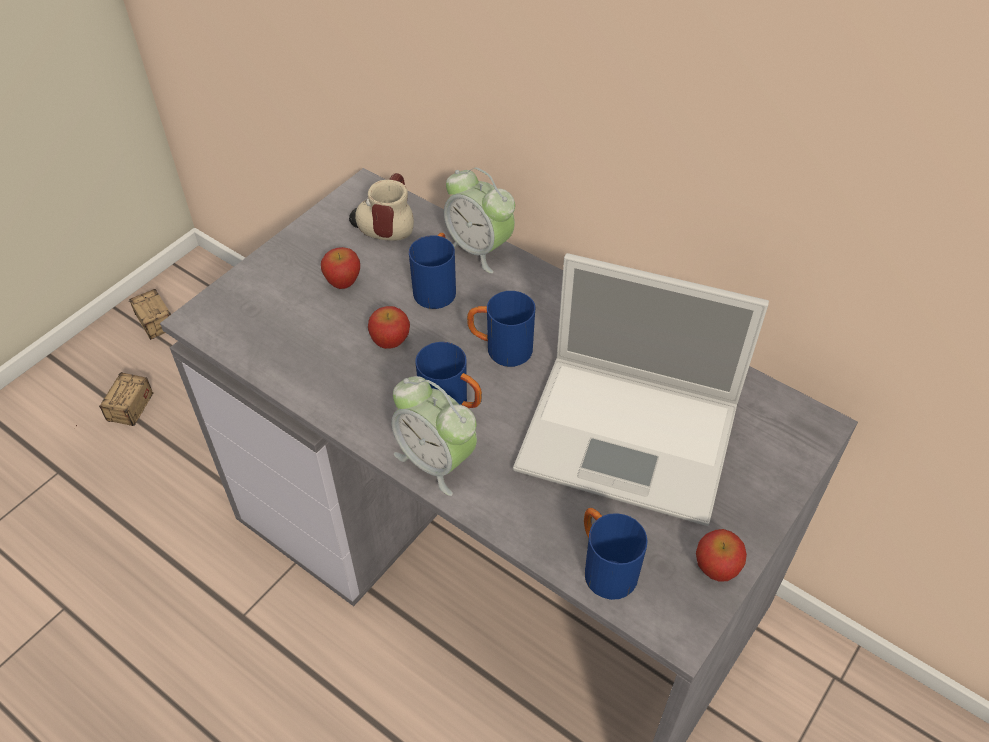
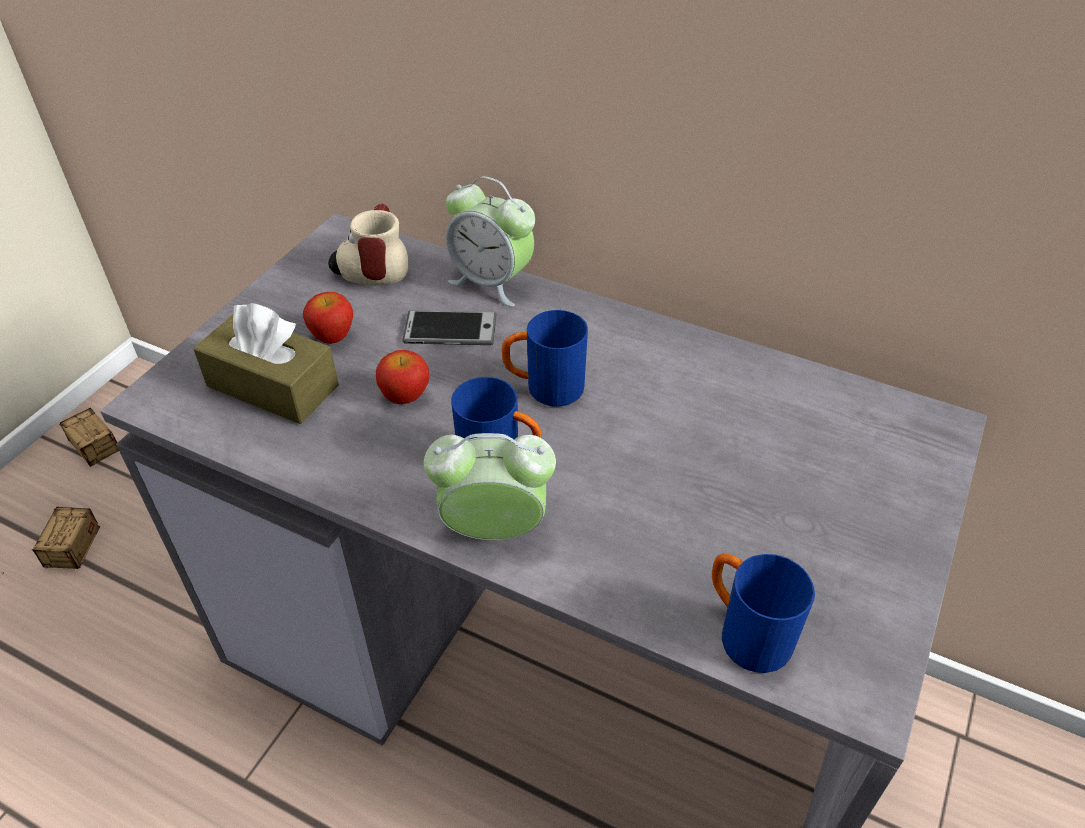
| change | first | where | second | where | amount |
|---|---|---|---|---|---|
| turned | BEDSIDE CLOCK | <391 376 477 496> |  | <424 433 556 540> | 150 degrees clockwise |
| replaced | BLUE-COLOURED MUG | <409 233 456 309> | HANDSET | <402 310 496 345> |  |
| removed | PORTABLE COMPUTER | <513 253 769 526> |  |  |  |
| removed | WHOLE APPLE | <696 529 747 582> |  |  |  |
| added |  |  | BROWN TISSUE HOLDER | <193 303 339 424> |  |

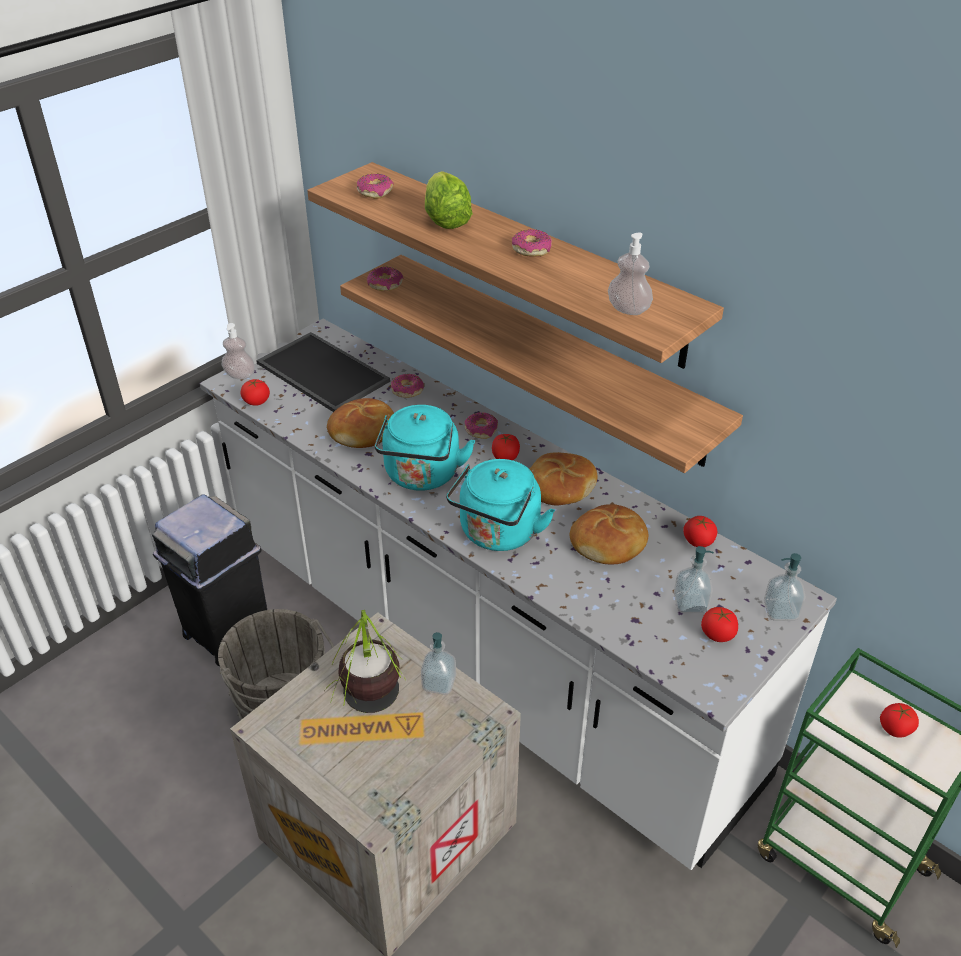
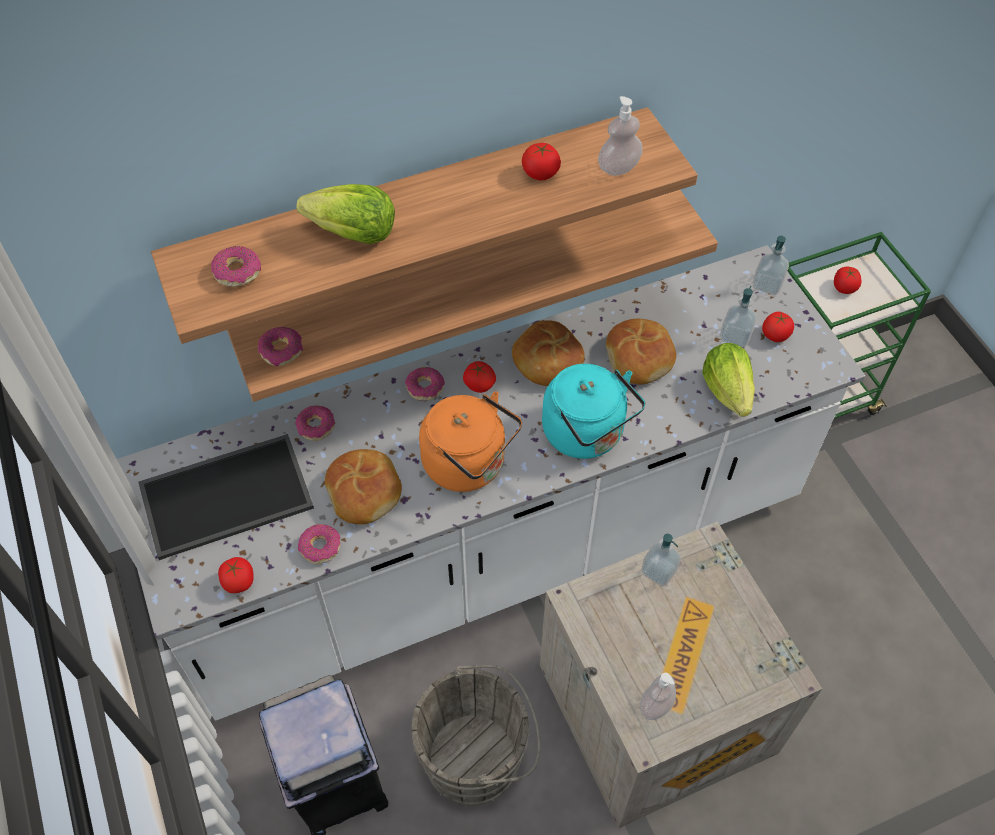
| change | first | where | second | where | amount |
|---|---|---|---|---|---|
| moved | SOAP BOTTLE | <222 323 255 379> |  | <640 673 676 720> |  |
| removed | POTTED PLANT | <324 610 407 713> |  |  |  |
| recoloured | TURQUOISE-COLOURED WATER KETTLE | <375 405 475 490> | ORANGE WATER KETTLE | <419 391 522 492> |  |
| moved | DONUT | <512 229 552 257> |  | <298 524 341 564> |  |
| moved | FRESH TOMATO | <683 516 718 547> |  | <522 143 561 180> |  |
| added |  |  | HEAD OF LETTUCE | <702 343 755 417> |  |

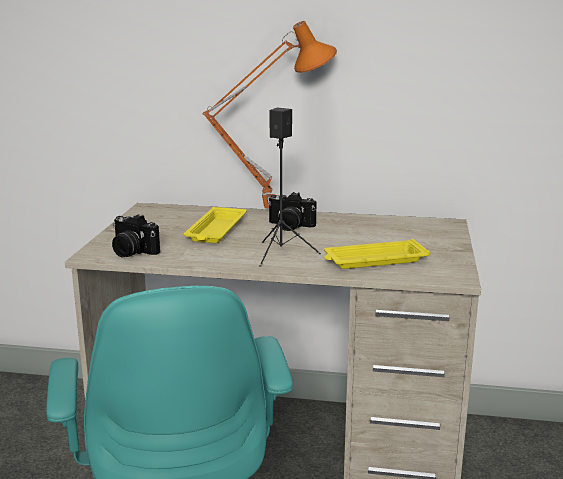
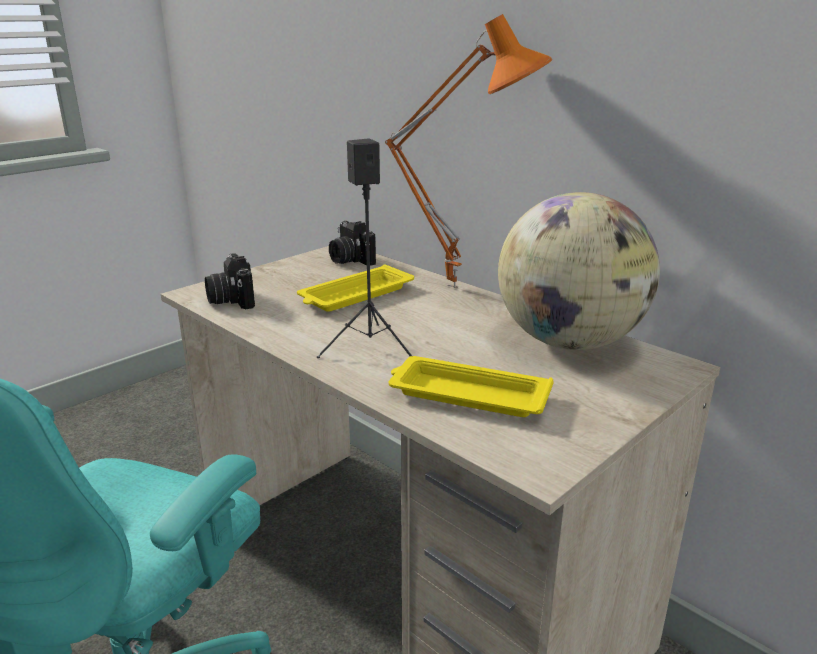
| change | first | where | second | where | amount |
|---|---|---|---|---|---|
| moved | PHOTO CAMERA | <268 192 316 231> |  | <329 221 376 266> |  |
| added |  |  | WORLD GLOBE | <498 192 660 350> |  |

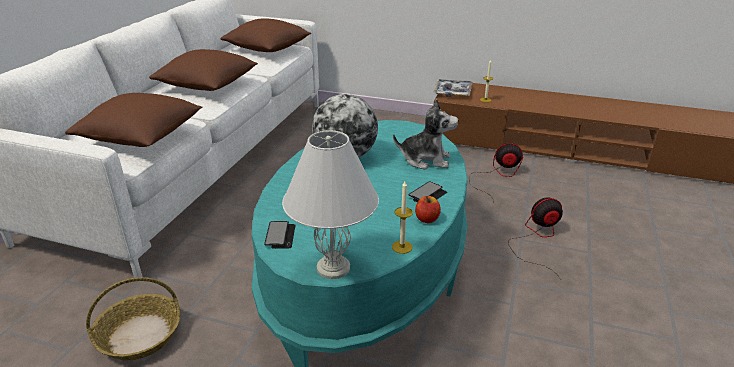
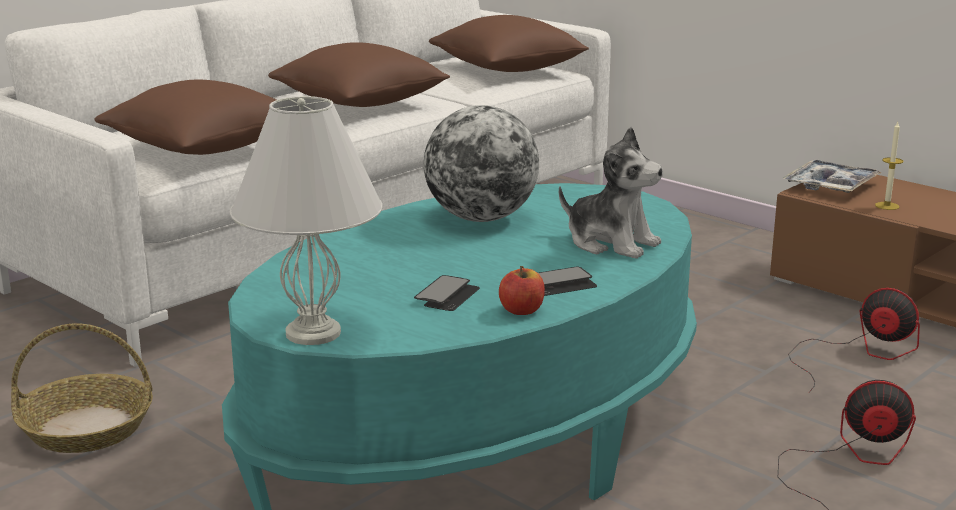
| change | first | where | second | where | amount |
|---|---|---|---|---|---|
| moved | HANDSET | <264 221 296 249> |  | <414 275 480 311> |  |
| removed | WAX CANDLE | <392 181 413 254> |  |  |  |

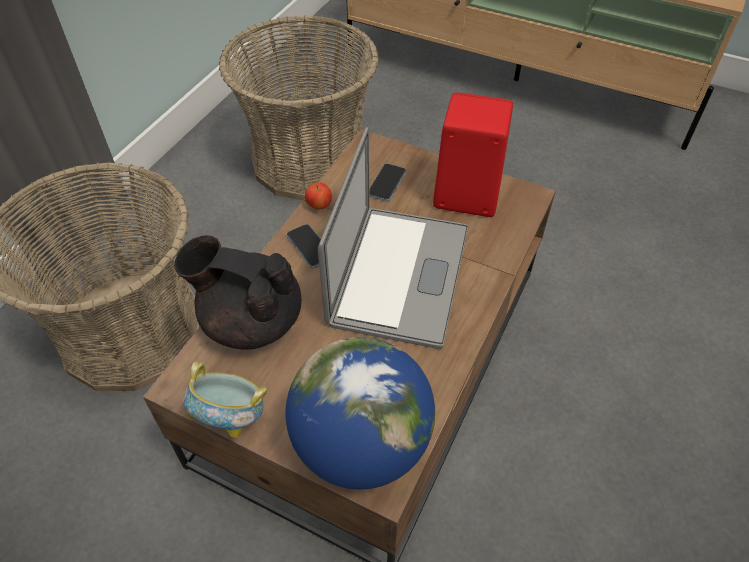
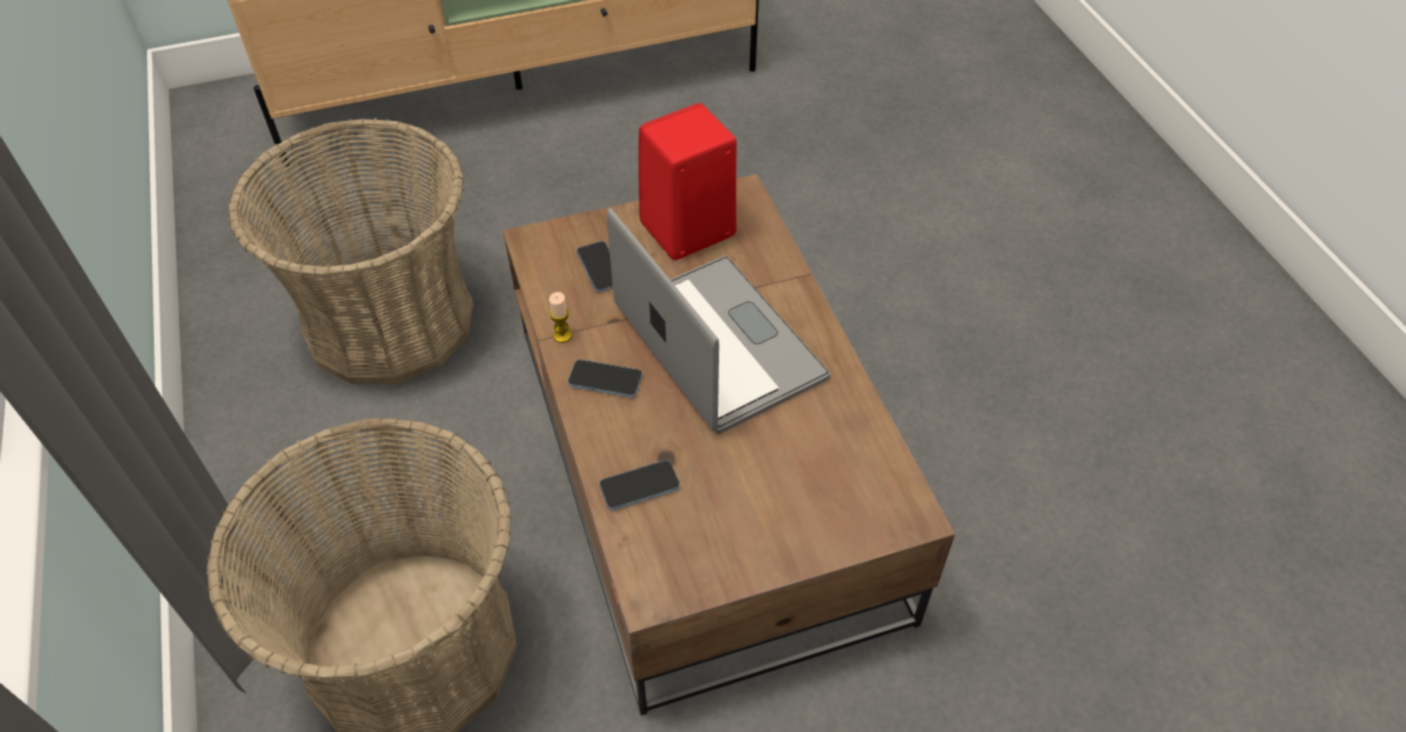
| change | first | where | second | where | amount |
|---|---|---|---|---|---|
| replaced | BLACKISH POT FOR TEA | <174 235 301 350> | HANDSET | <599 460 680 510> |  |
| removed | DEEP DISH | <183 360 267 438> |  |  |  |
| removed | WORLD GLOBE | <285 337 435 489> |  |  |  |
| replaced | WHOLE APPLE | <305 182 332 210> | WAX CANDLE | <549 292 572 343> |  |

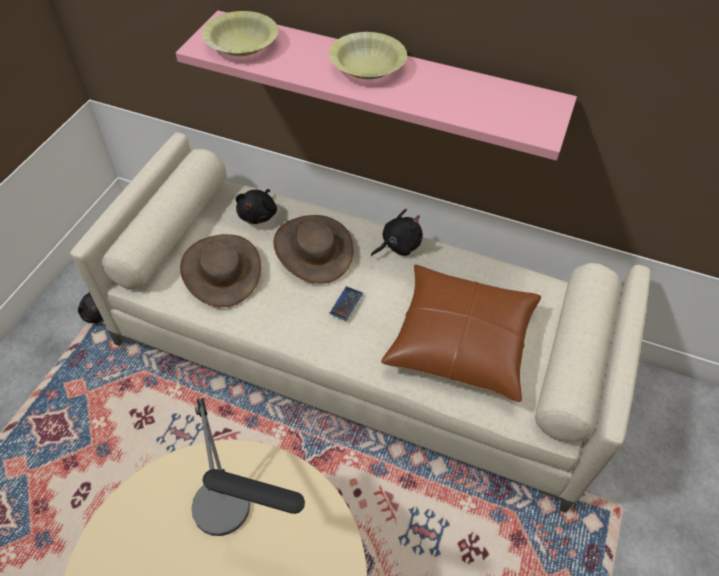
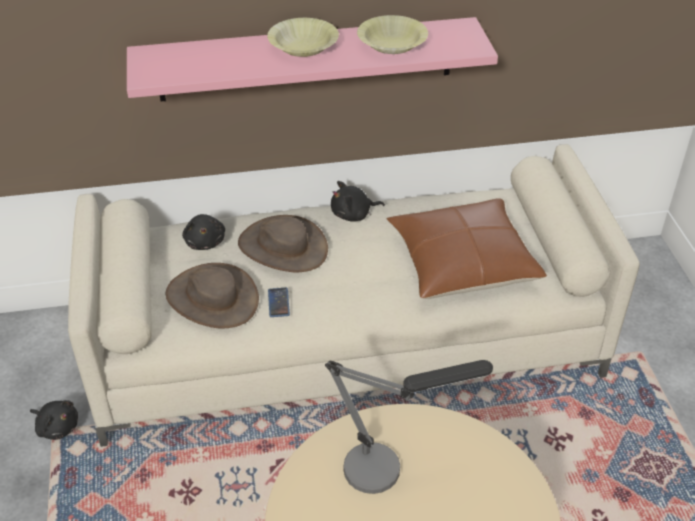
| change | first | where | second | where | amount |
|---|---|---|---|---|---|
| moved | YELLOW DEEP DISH | <202 11 278 56> |  | <357 15 428 54> |  |
| moved | HANDSET | <329 286 363 321> |  | <268 287 290 317> |  |
| turned | BLACKISH CUDDLY TOY | <371 209 423 256> |  | <331 181 385 222> | 135 degrees counterclockwise |

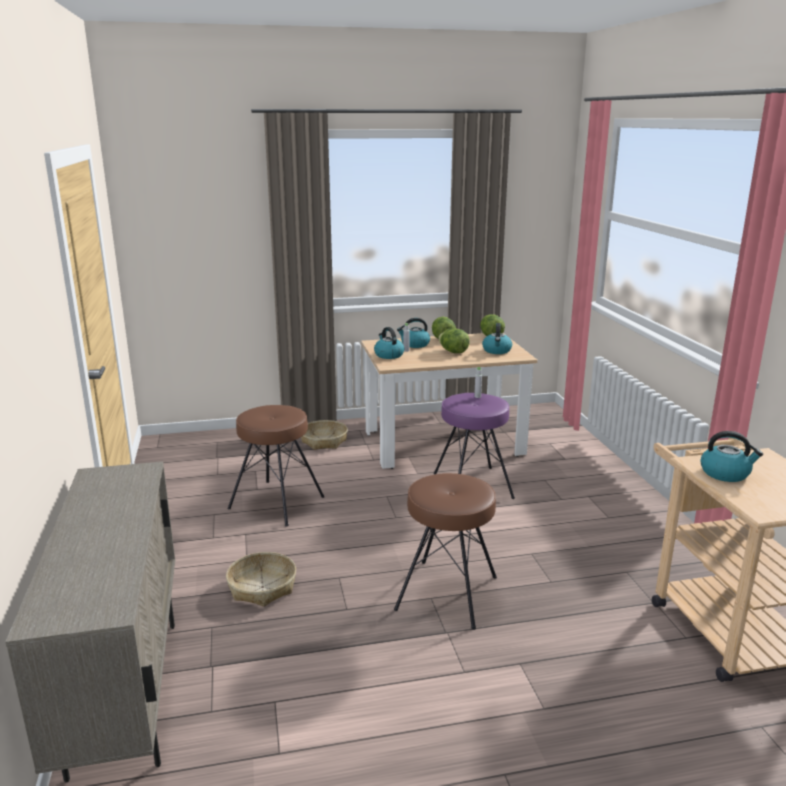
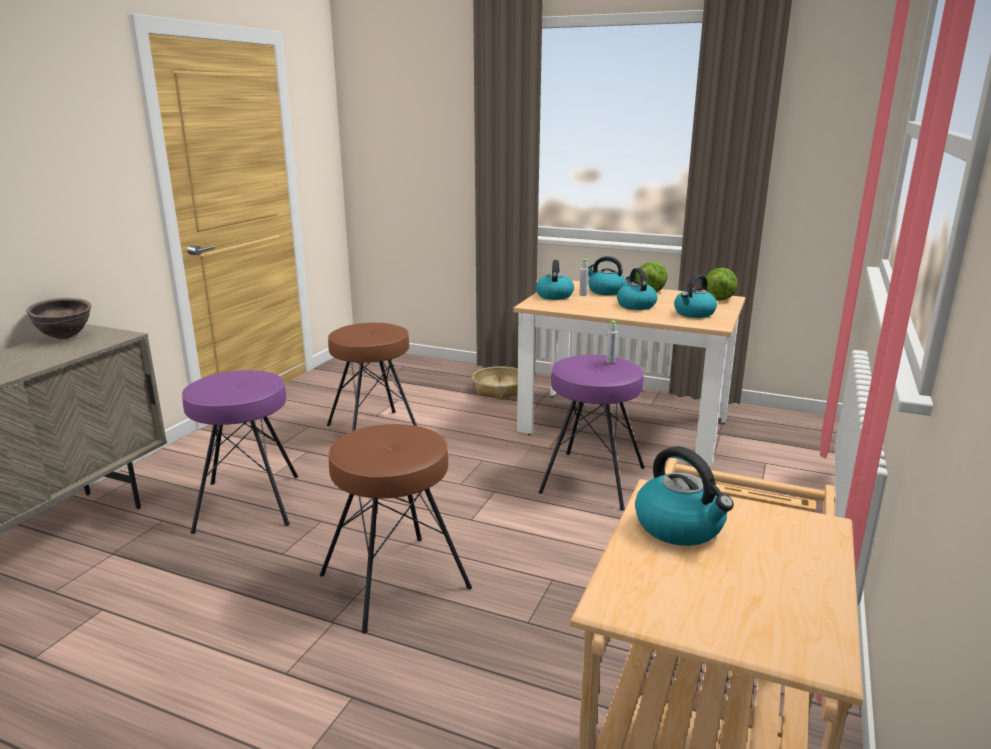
| change | first | where | second | where | amount |
|---|---|---|---|---|---|
| replaced | BASKET | <226 552 296 607> | PURPLE-COLOURED STOOL | <182 370 298 534> |  |
| replaced | HEAD OF LETTUCE | <438 328 470 353> | WATER KETTLE | <617 268 657 310> |  |
| added |  |  | BROWN DEEP DISH | <26 298 92 339> |  |

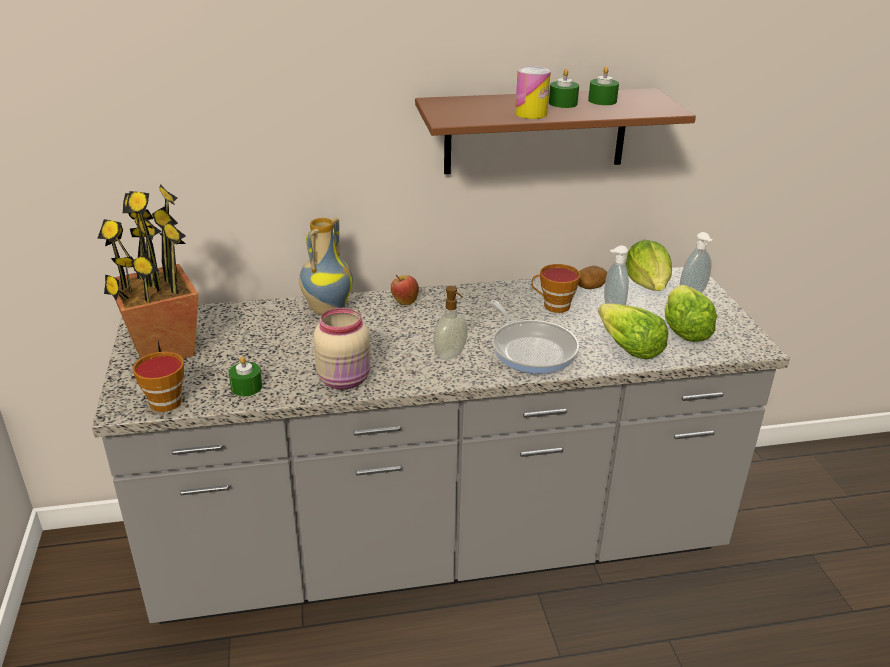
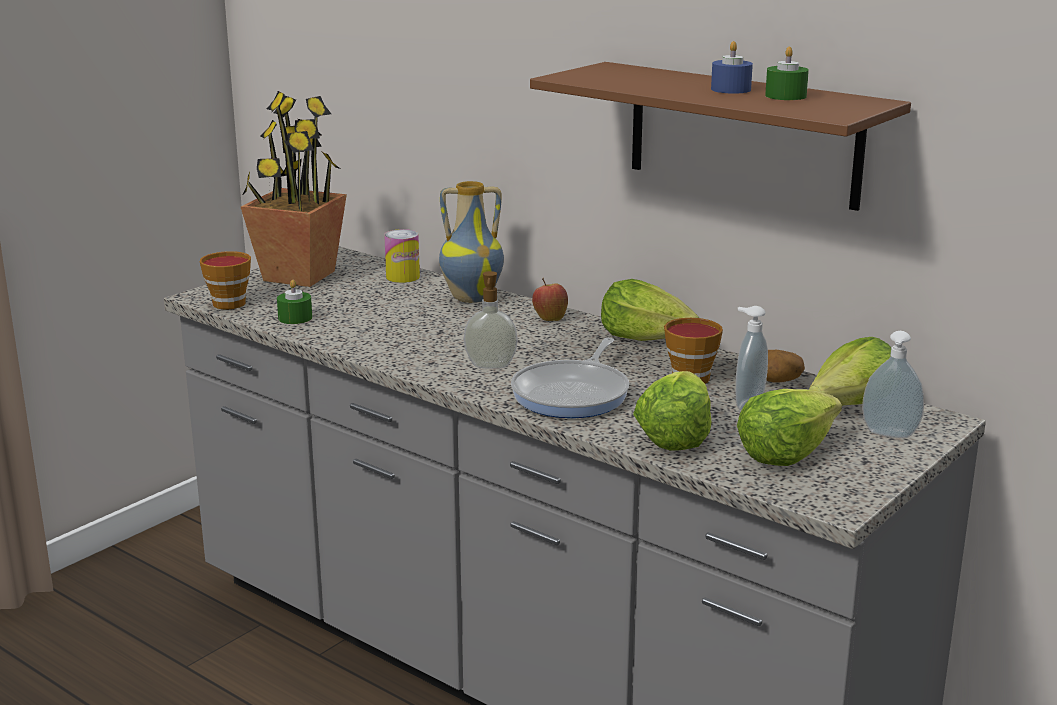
| change | first | where | second | where | amount |
|---|---|---|---|---|---|
| removed | BEIGE JAR | <314 308 371 390> |  |  |  |
| moved | CAN | <515 66 551 119> |  | <384 229 420 283> |  |
| recoloured | GREEN WAX CANDLE | <549 69 579 108> | BLUE-COLOURED WAX CANDLE | <711 41 753 94> |  |
| added |  |  | HEAD OF LETTUCE | <601 279 699 341> |  |

